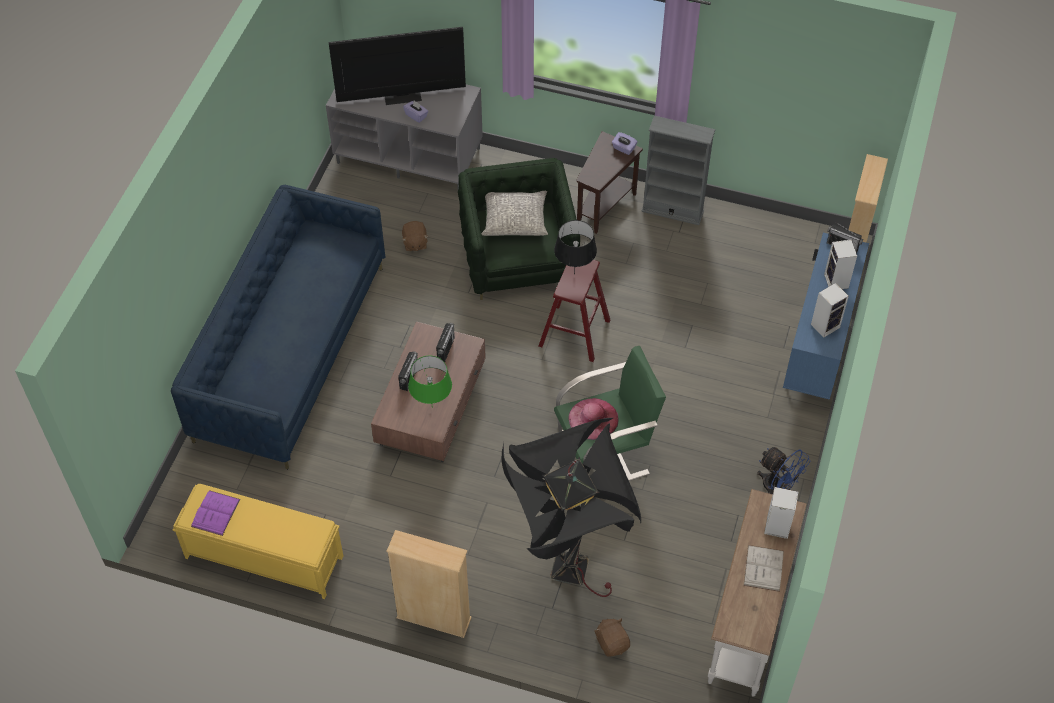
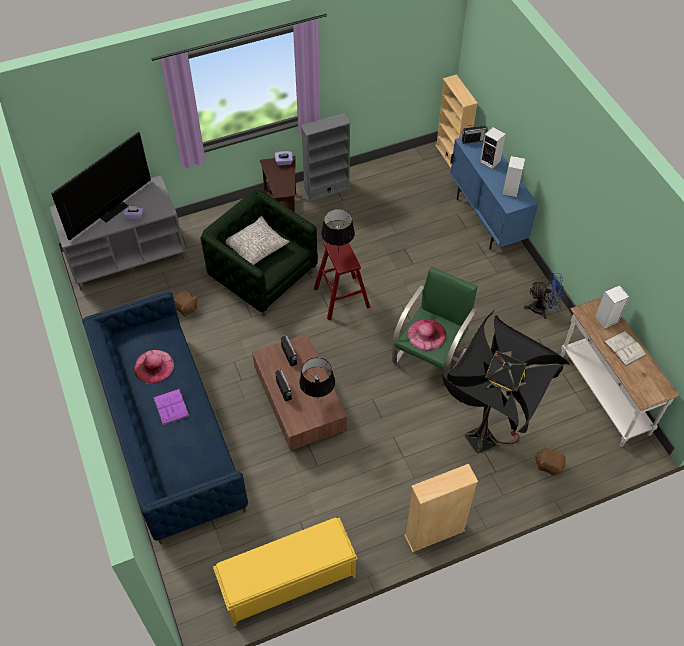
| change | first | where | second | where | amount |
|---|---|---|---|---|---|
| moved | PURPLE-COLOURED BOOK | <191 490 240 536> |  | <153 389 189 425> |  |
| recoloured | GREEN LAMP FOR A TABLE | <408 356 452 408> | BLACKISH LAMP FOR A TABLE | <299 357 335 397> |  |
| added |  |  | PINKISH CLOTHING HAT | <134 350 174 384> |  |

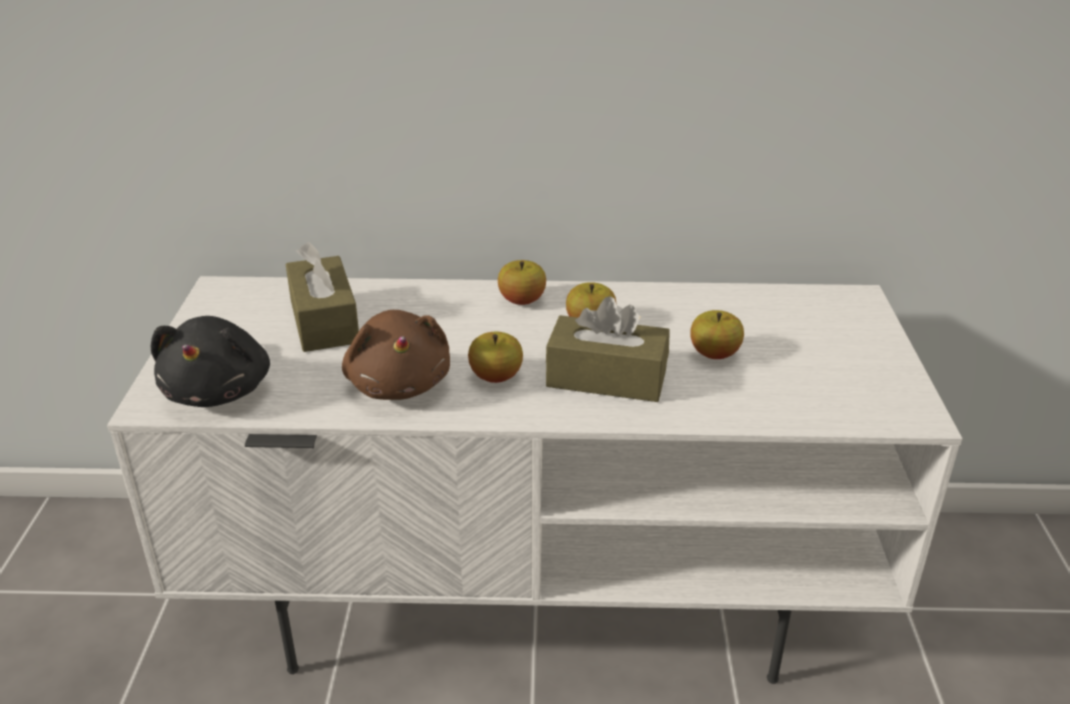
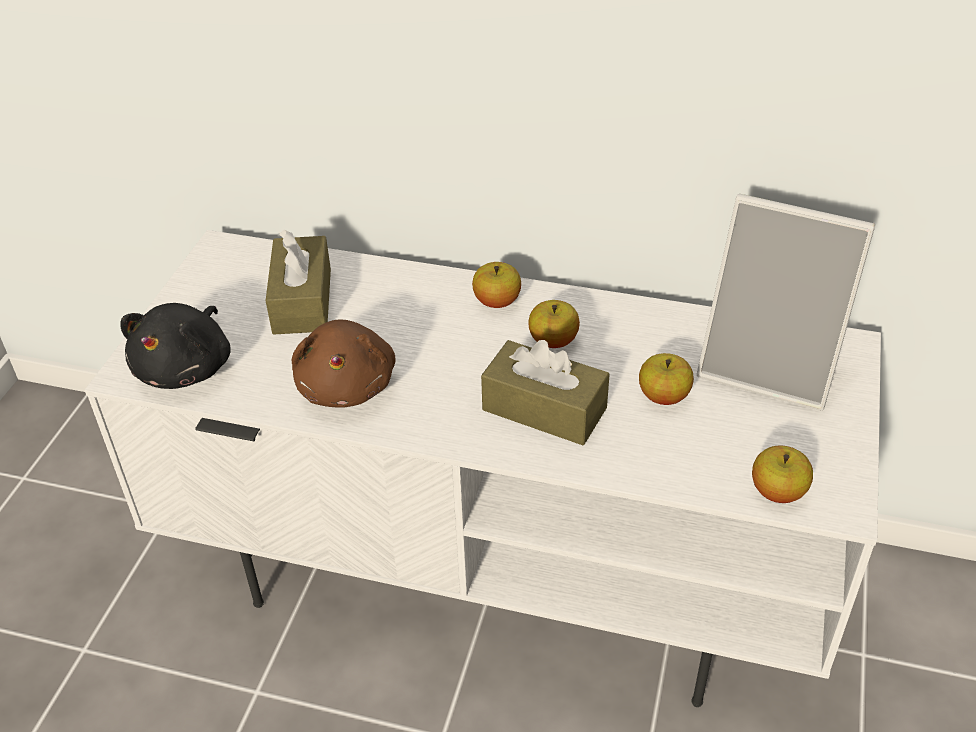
| change | first | where | second | where | amount |
|---|---|---|---|---|---|
| moved | WHOLE APPLE | <468 332 523 383> |  | <752 446 813 503> |  |
| added |  |  | PHOTO FRAME | <697 194 875 411> |  |

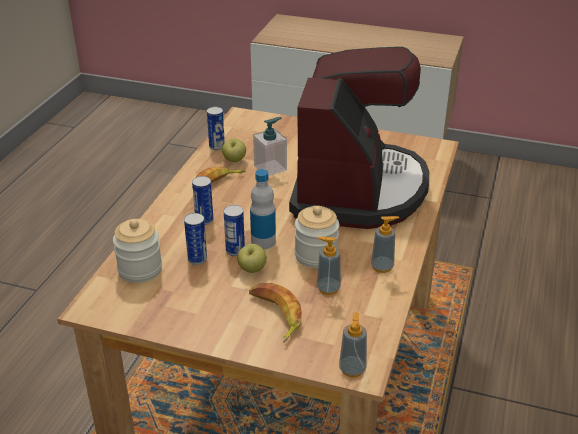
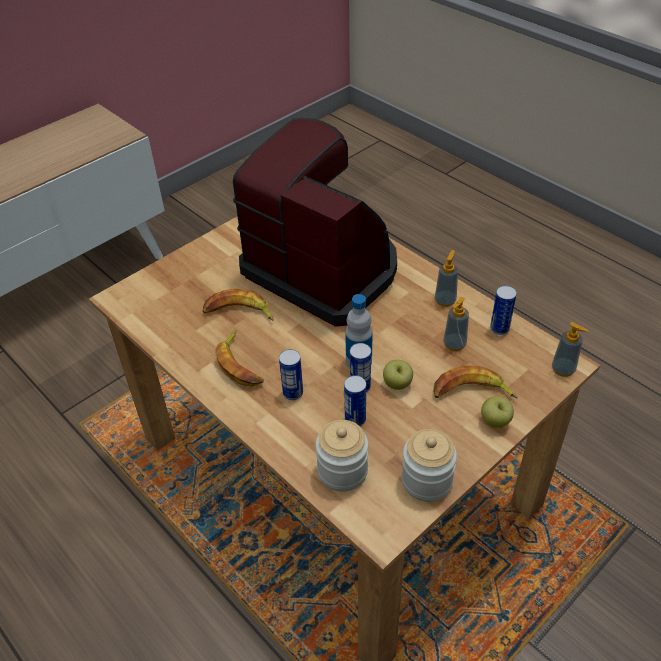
| change | first | where | second | where | amount |
|---|---|---|---|---|---|
| moved | CAN | <207 107 225 150> |  | <490 286 517 335> |  |
| moved | WHOLE APPLE | <222 138 246 162> |  | <481 396 514 428> |  |
| replaced | SOAP BOTTLE | <253 117 287 176> | WHOLE BANANA | <203 289 274 321> |  |
| moved | JAR | <295 206 339 268> |  | <401 429 457 502> |  |

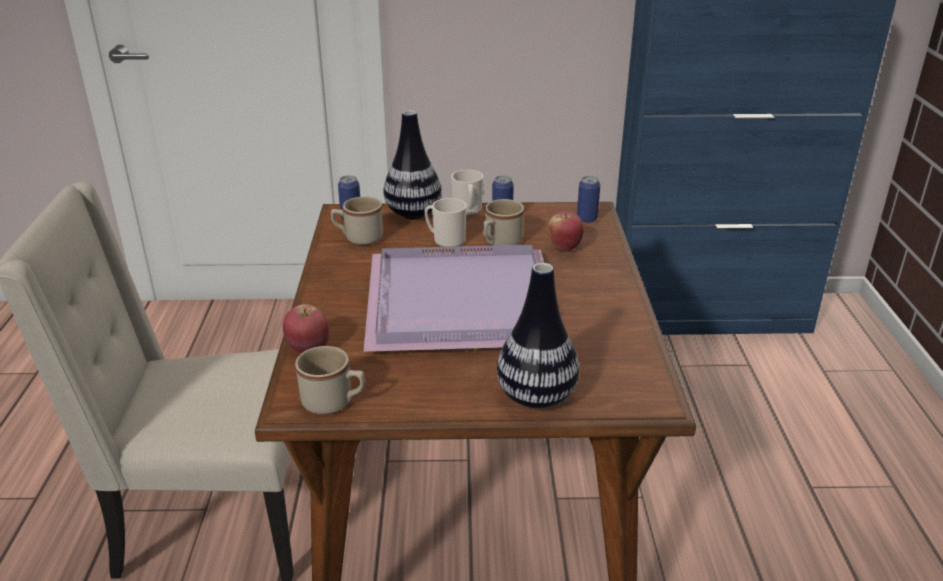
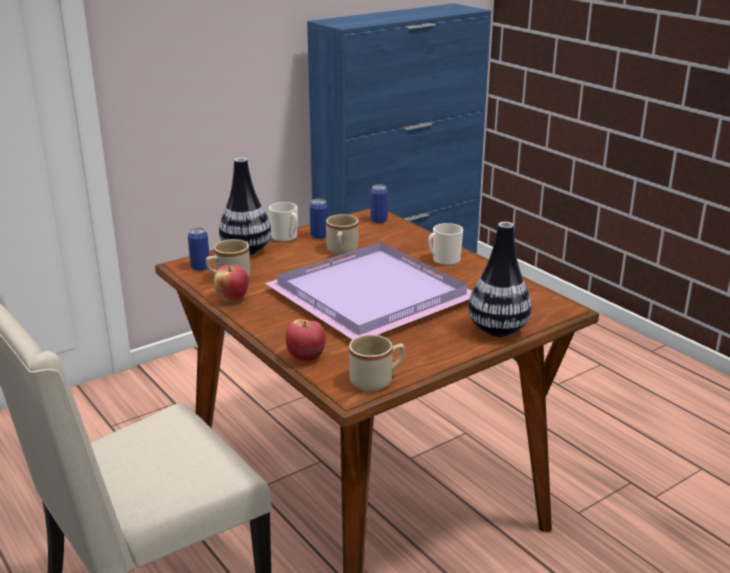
| change | first | where | second | where | amount |
|---|---|---|---|---|---|
| moved | MUG | <425 198 467 247> |  | <428 223 463 266> |  |
| moved | WHOLE APPLE | <547 211 584 252> |  | <214 265 249 302> |  |

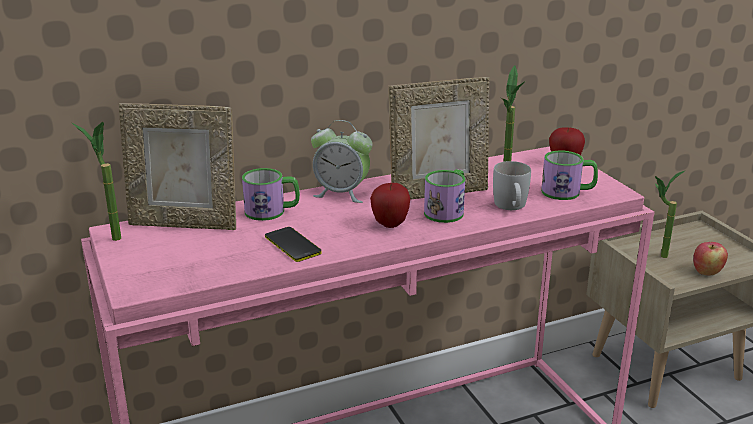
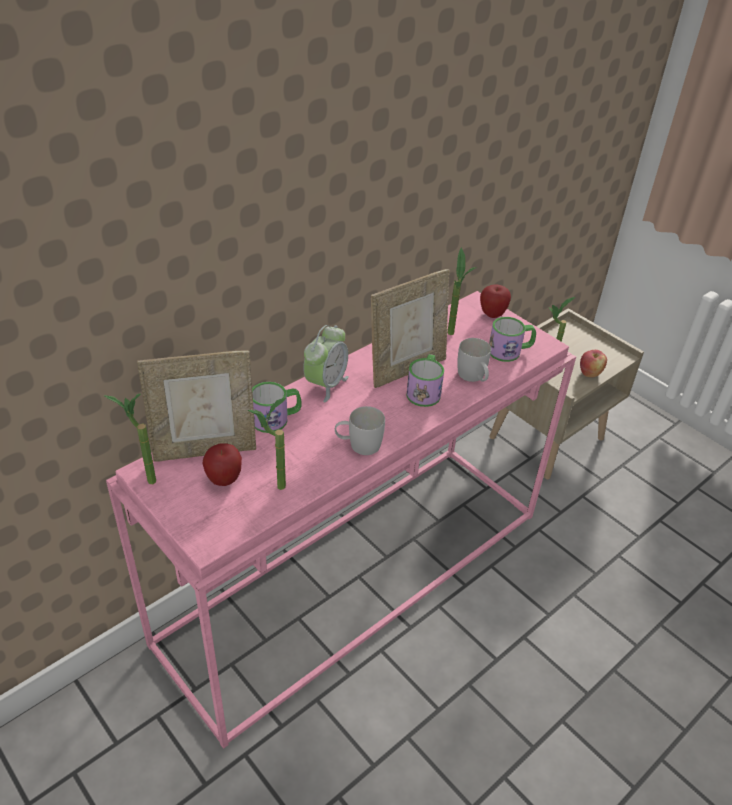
| change | first | where | second | where | amount |
|---|---|---|---|---|---|
| removed | HANDSET | <265 227 322 262> |  |  |  |
| turned | BEDSIDE CLOCK | <311 120 372 203> |  | <303 325 349 402> | 60 degrees counterclockwise |
| moved | WHOLE APPLE | <370 183 410 228> |  | <202 443 242 486> |  |
| added |  |  | POTTED PLANT | <248 398 286 490> |  |
| added |  |  | WHITISH MUG | <335 406 385 455> |  |

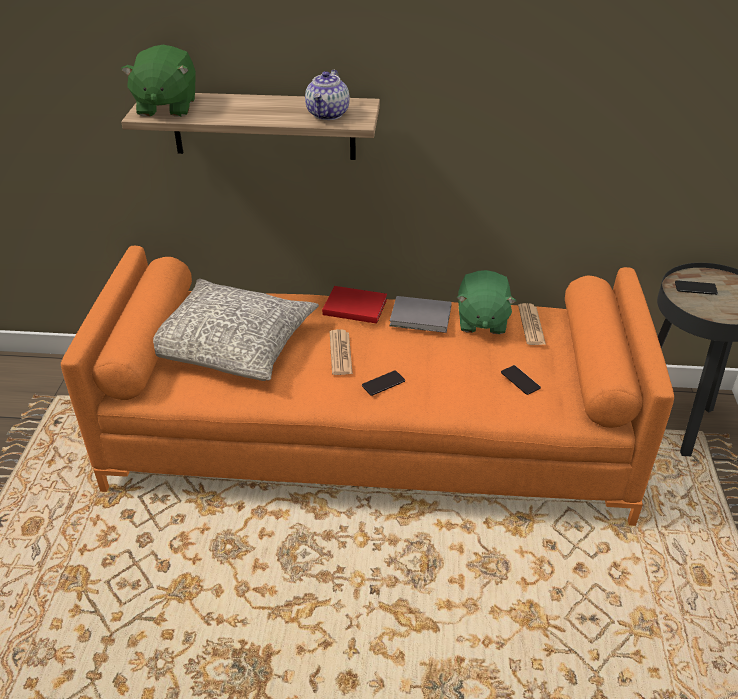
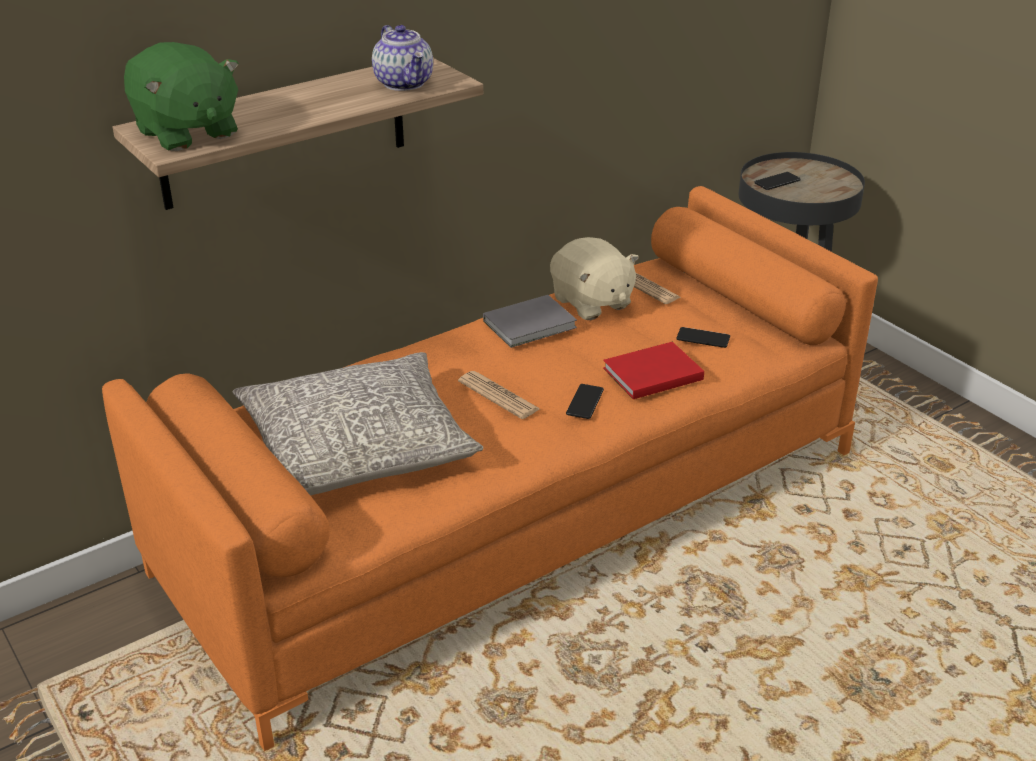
| change | first | where | second | where | amount |
|---|---|---|---|---|---|
| moved | REDDISH BOOK | <322 286 387 324> |  | <603 342 704 399> |  |
| recoloured | GREEN CUDDLY TOY | <457 270 516 334> | BEIGE CUDDLY TOY | <550 237 639 320> |  |

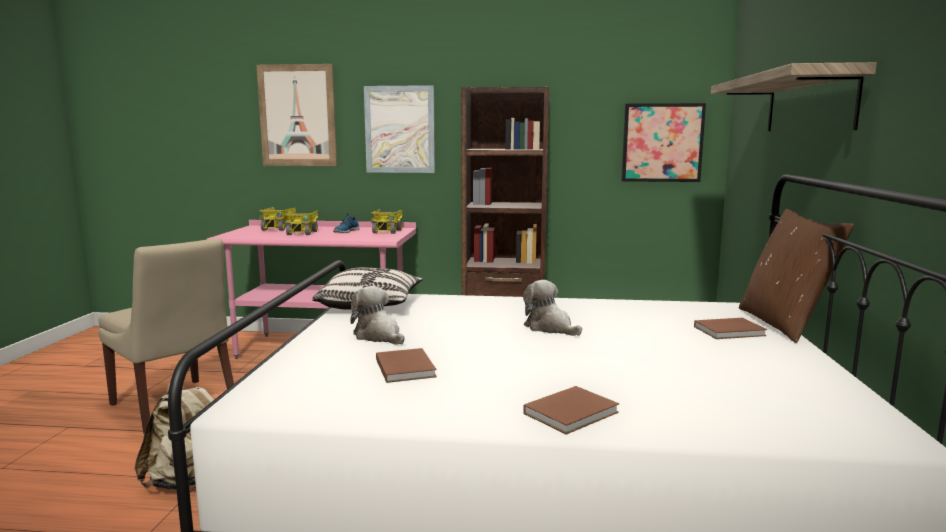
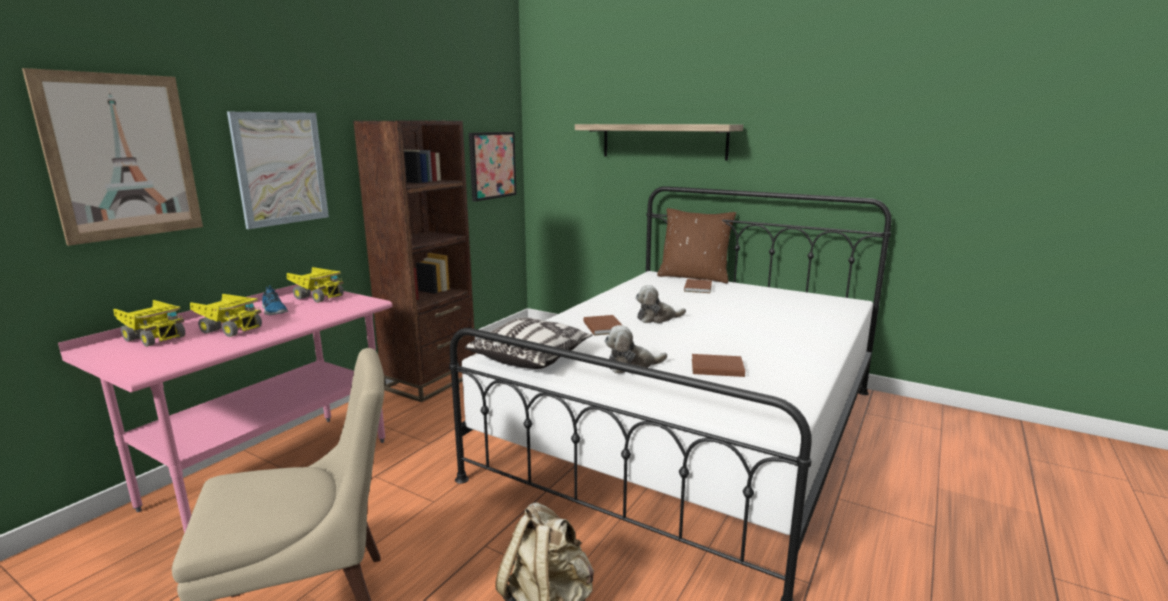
| change | first | where | second | where | amount |
|---|---|---|---|---|---|
| moved | BROWN BOOK | <523 386 619 435> |  | <584 315 622 335> |  |

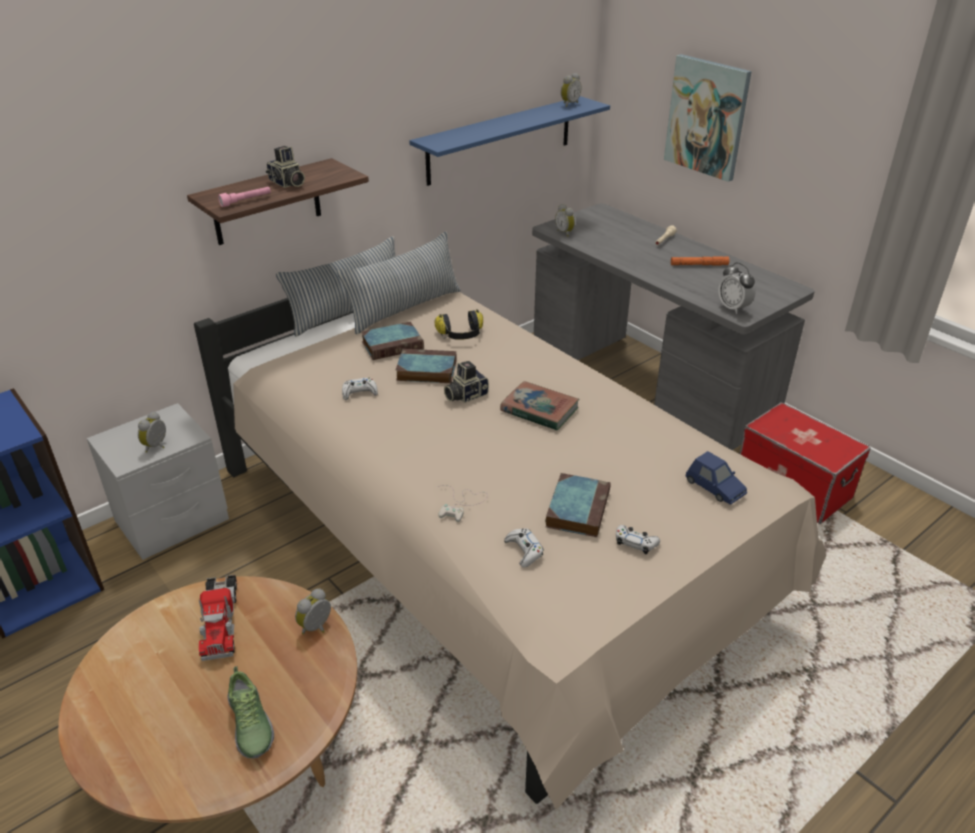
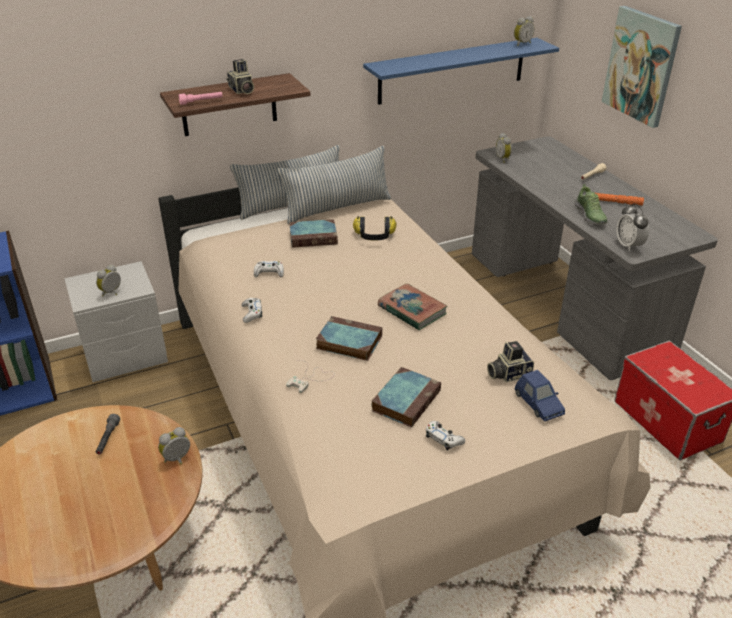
| change | first | where | second | where | amount |
|---|---|---|---|---|---|
| replaced | MODEL TRUCK | <199 574 237 661> | GRAY HAND TORCH | <96 414 120 455> |  |
| moved | SHOE | <228 666 274 758> |  | <574 184 608 225> |  |
| moved | BOOK | <395 349 456 383> |  | <316 316 382 361> |  |
| moved | PHOTO CAMERA | <444 361 489 403> |  | <487 341 534 383> |  |
| moved | WHITISH GAME CONTROLLER | <504 528 543 568> |  | <242 298 262 323> |  |

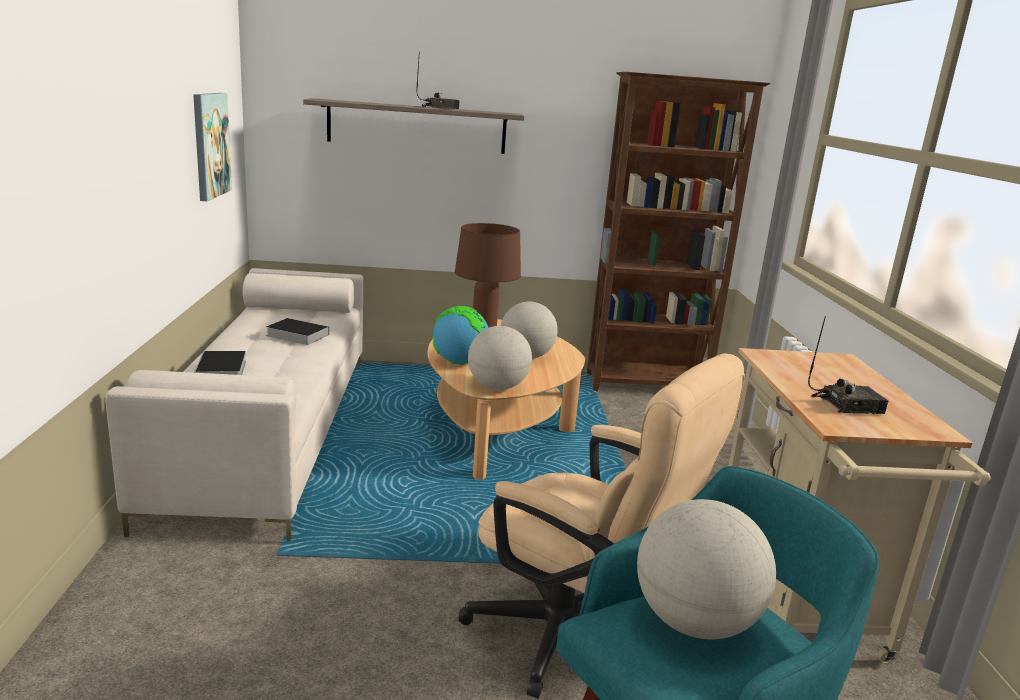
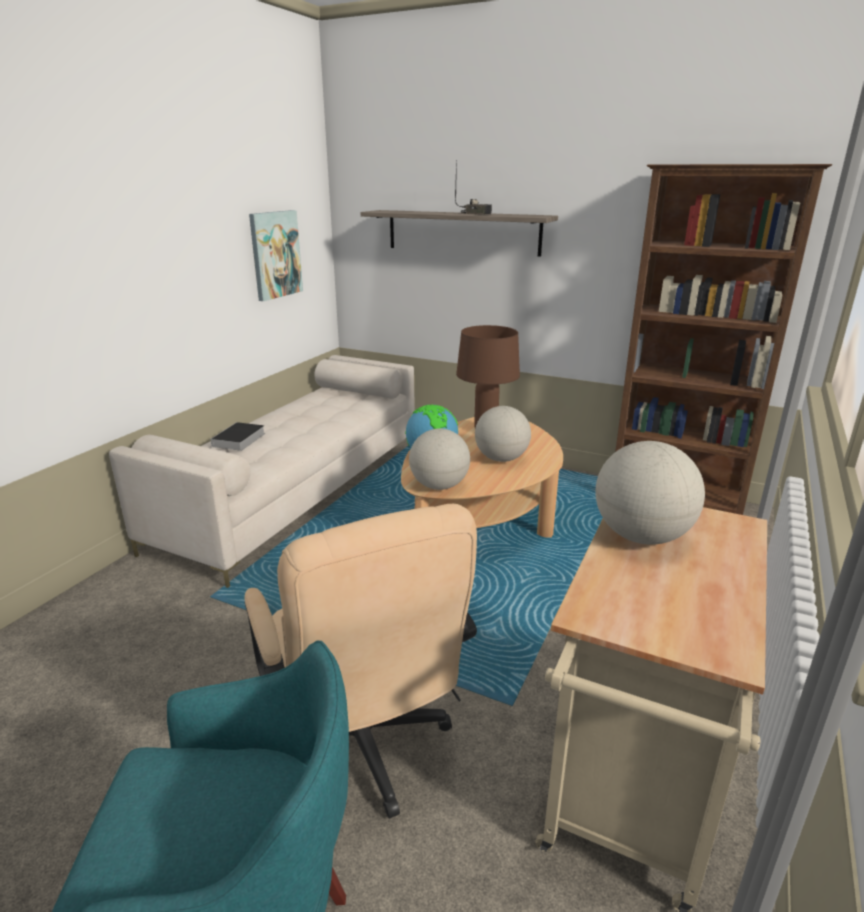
| change | first | where | second | where | amount |
|---|---|---|---|---|---|
| removed | BOOK | <266 318 329 345> |  |  |  |
| moved | WORLD GLOBE | <637 499 776 639> |  | <595 441 705 545> |  |
| removed | RADIO SET | <808 316 888 414> |  |  |  |

